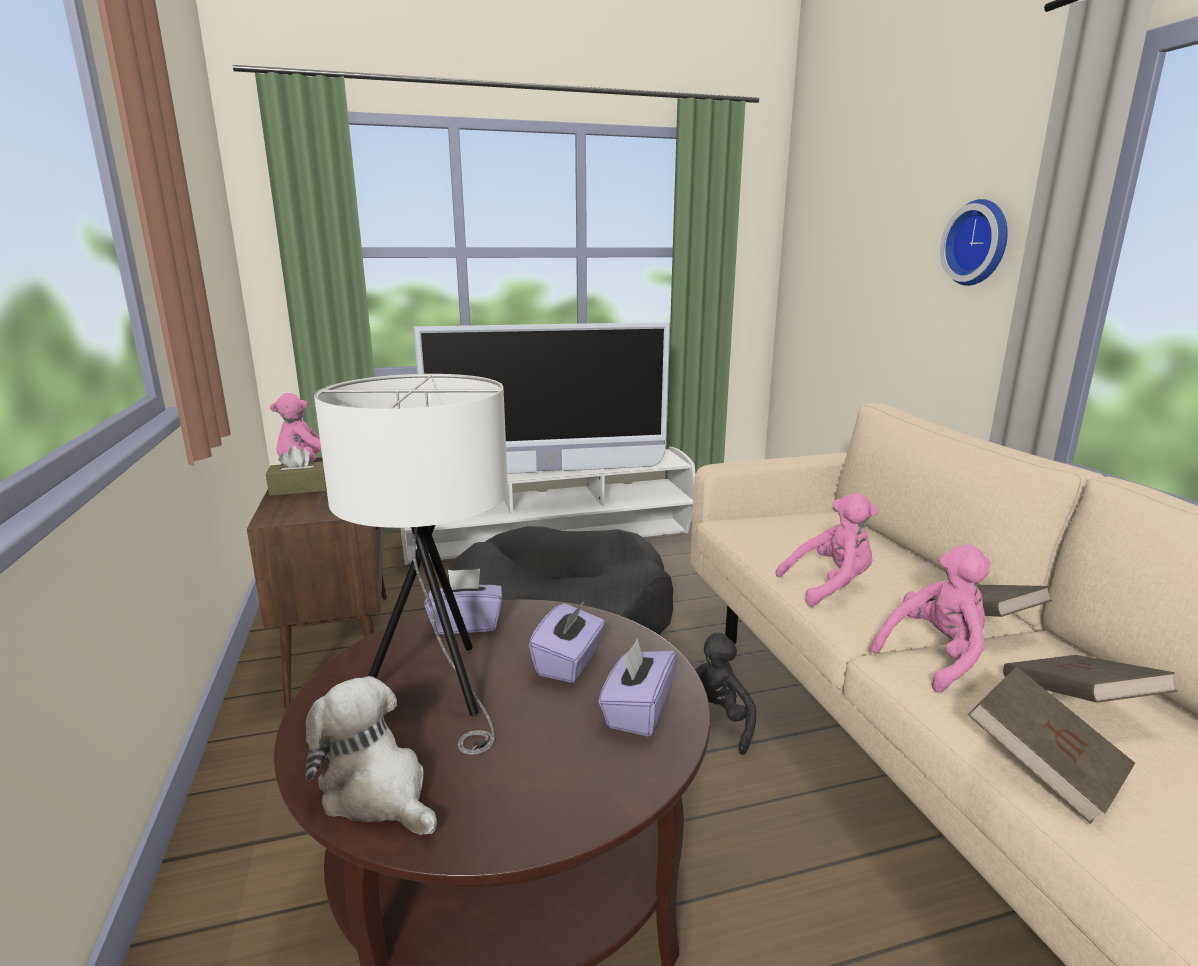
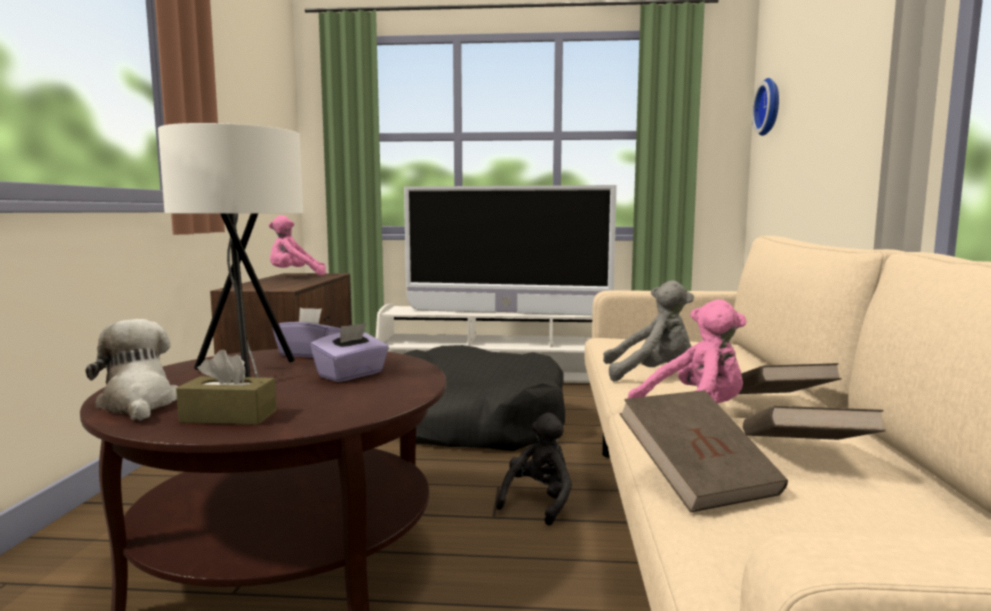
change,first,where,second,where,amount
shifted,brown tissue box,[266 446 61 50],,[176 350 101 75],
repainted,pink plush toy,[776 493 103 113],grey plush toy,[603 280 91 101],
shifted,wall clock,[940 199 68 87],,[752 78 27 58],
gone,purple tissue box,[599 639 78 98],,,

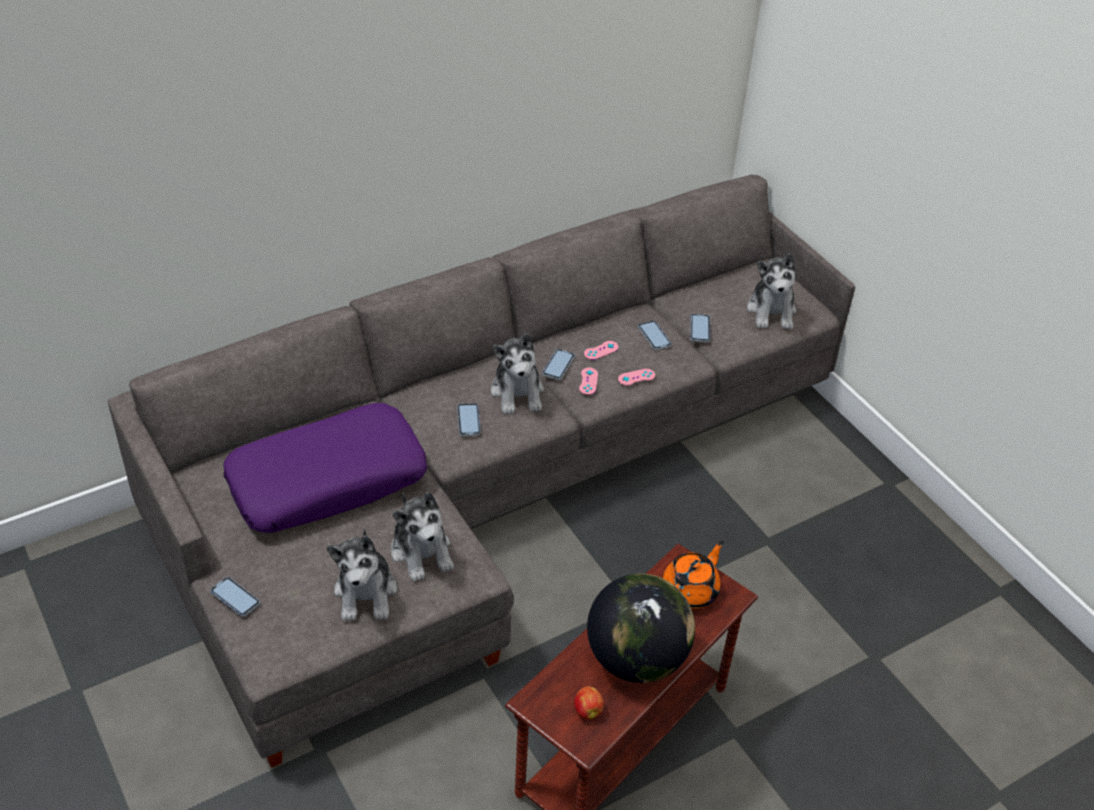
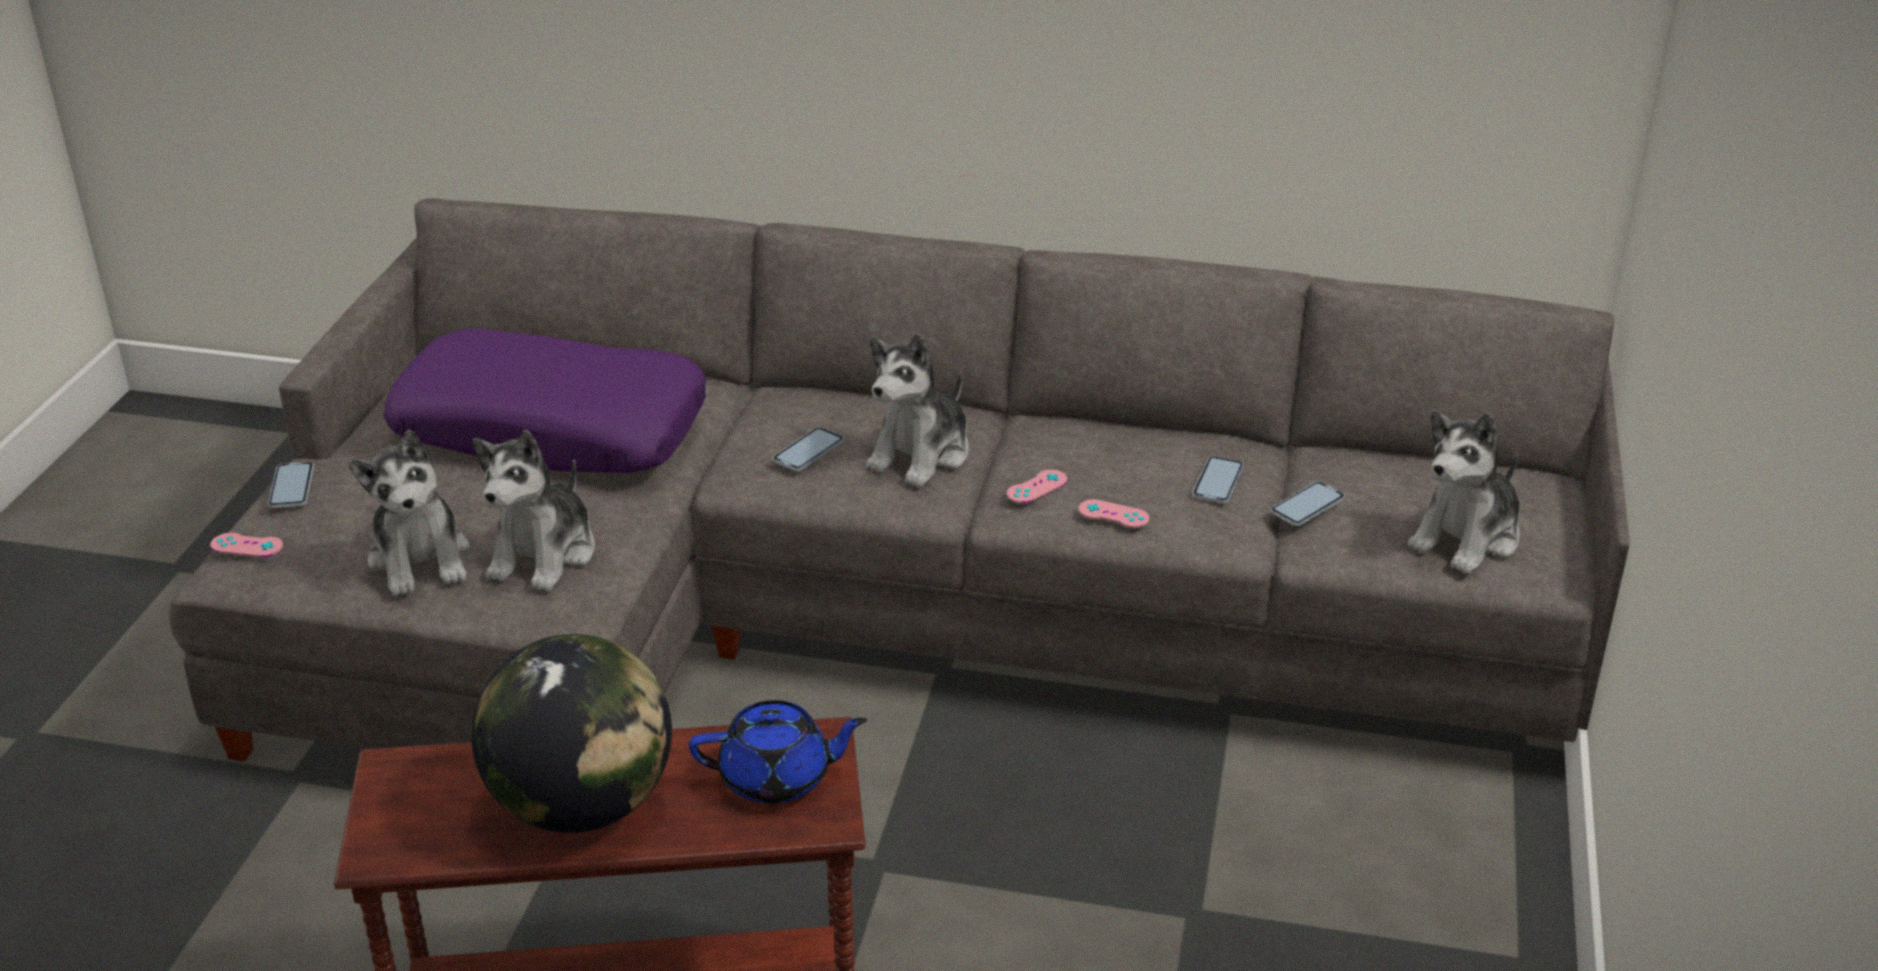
change,first,where,second,where,amount
shifted,pink game controller,[584 341 35 19],,[210 533 73 24],
rotated,plush toy,[327 528 70 93],,[349 429 121 167],60 degrees counterclockwise
repainted,orange teapot,[662 540 62 69],blue teapot,[689 700 178 104],
gone,phone,[542 349 33 31],,,
gone,apple,[574 686 30 33],,,

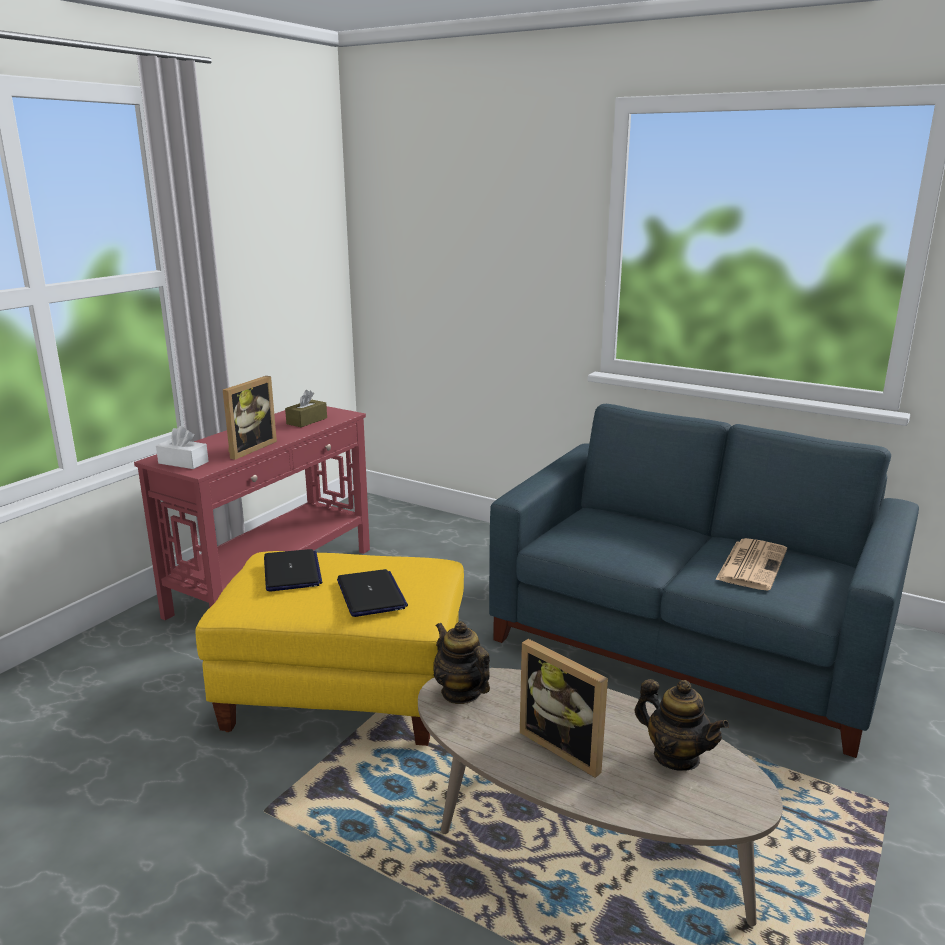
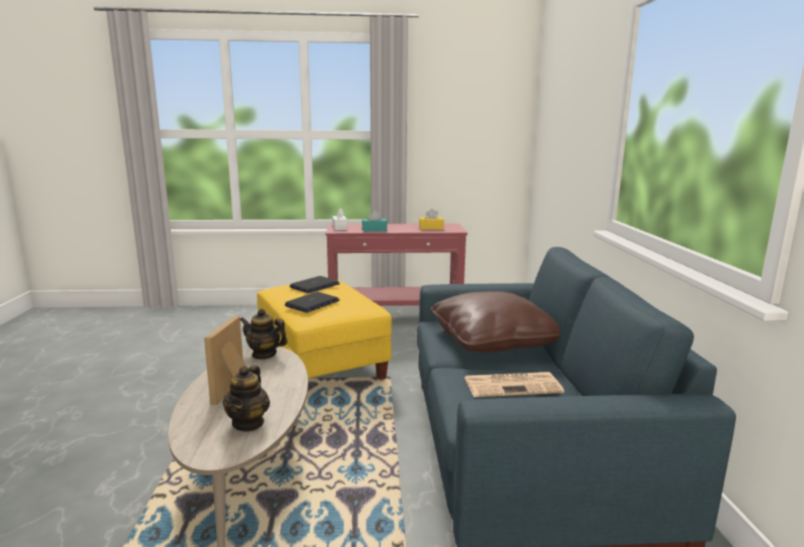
change,first,where,second,where,amount
rotated,teapot,[433 621 57 83],,[240 308 48 51],90 degrees counterclockwise
swapped,picture frame,[223 376 54 84],turquoise tissue box,[362 210 25 22],
repainted,brown tissue box,[285 390 42 37],yellow tissue box,[419 209 25 21],
new,,,brown pillow,[431 291 129 62],

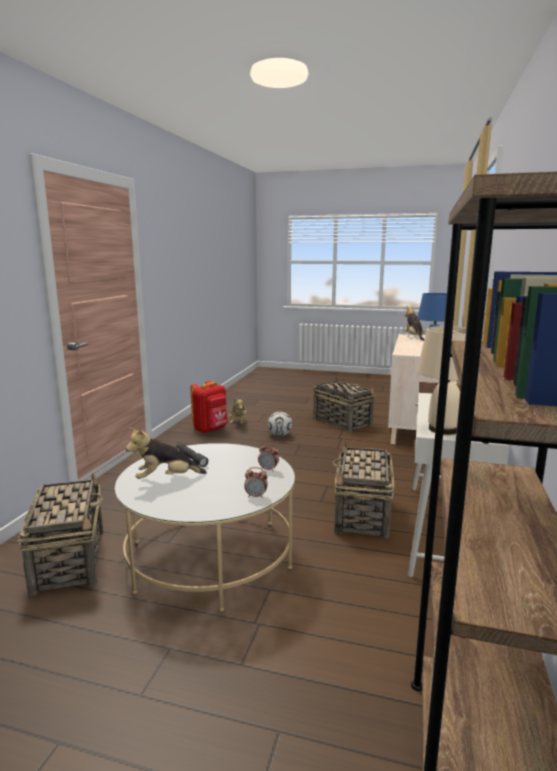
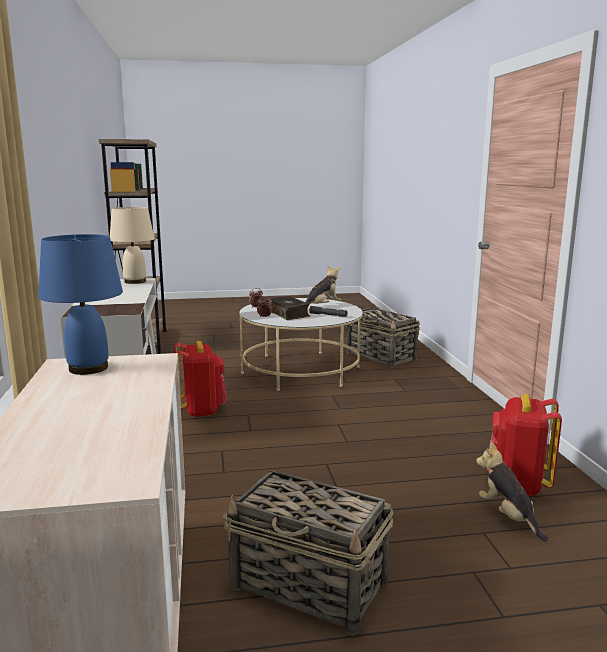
change,first,where,second,where,amount
swapped,basket,[332 442 62 97],red backpack,[174 341 53 77],
new,,,book,[271 296 39 24],
gone,football,[268 412 24 24],,,
gone,plush toy,[404 306 22 35],,,

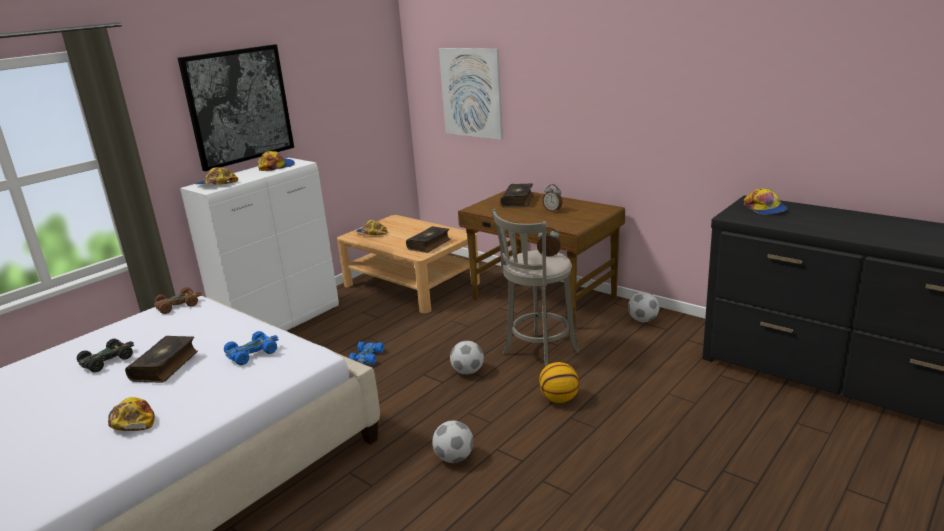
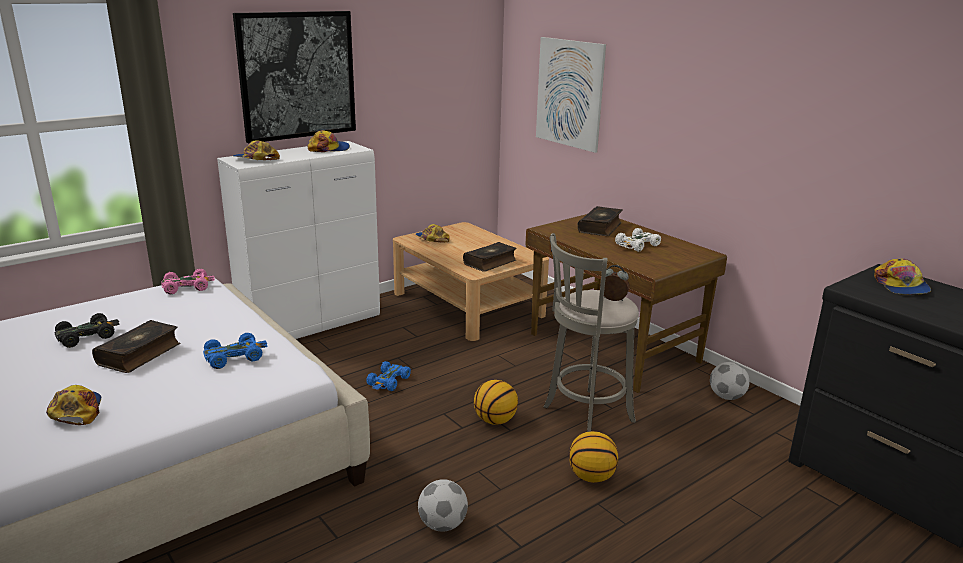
change,first,where,second,where,amount
repainted,brown toy car,[154 287 48 27],pink toy car,[161 269 54 25],
swapped,football,[450 341 34 34],basketball,[474 380 44 45],
swapped,alarm clock,[542 184 20 28],white toy car,[615 228 46 24],

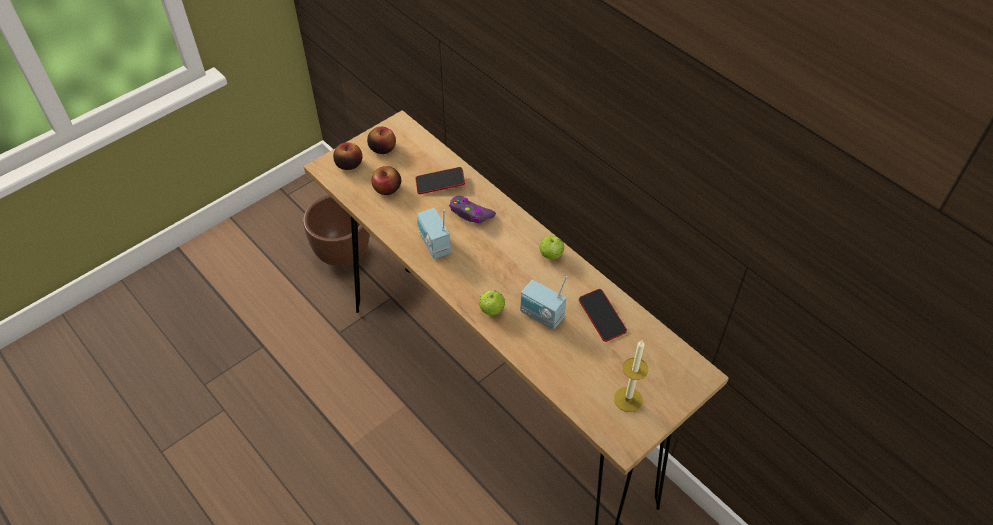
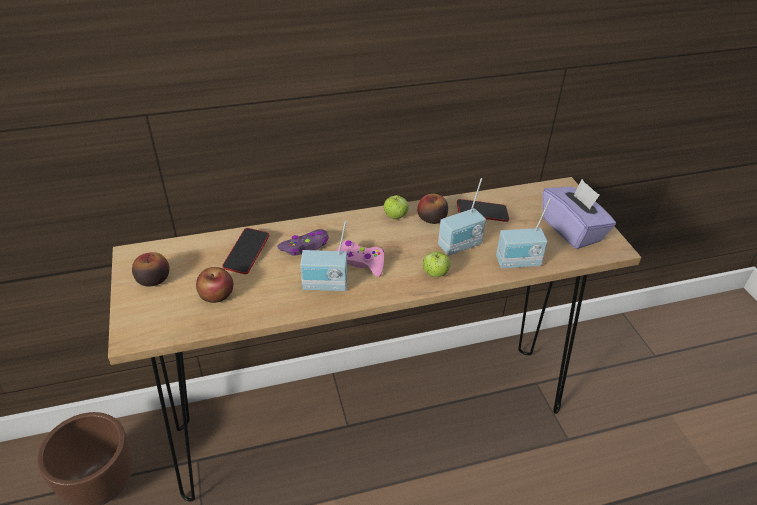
change,first,where,second,where,amount
new,,,pink game controller,[336 240 48 37],
shifted,apple,[333 142 30 28],,[417 194 31 30],
new,,,radio,[496 198 55 70],
swapped,candle,[614 340 34 72],purple tissue box,[542 179 74 70],

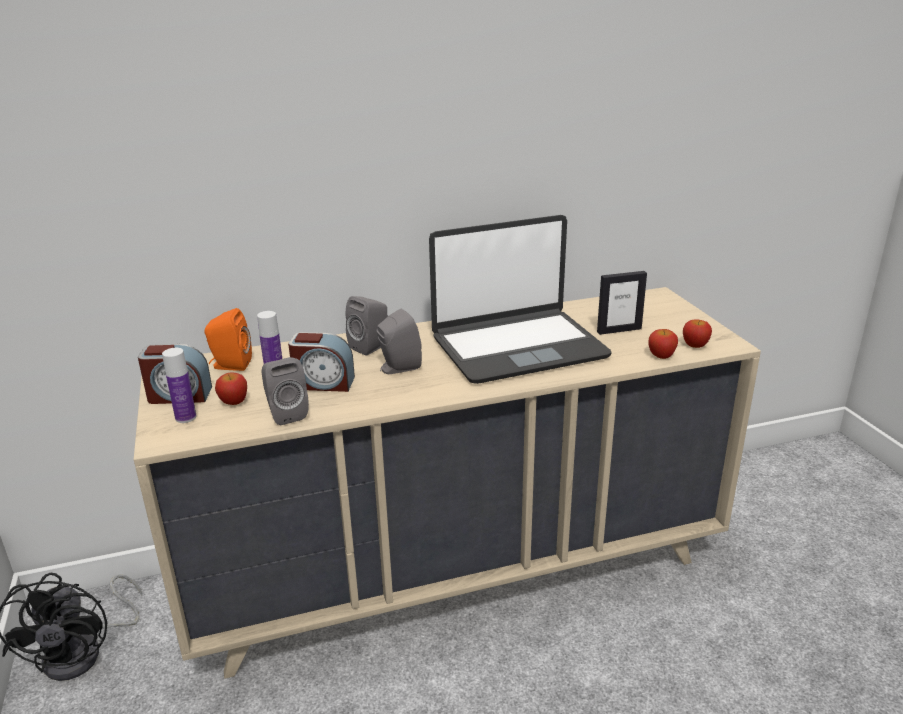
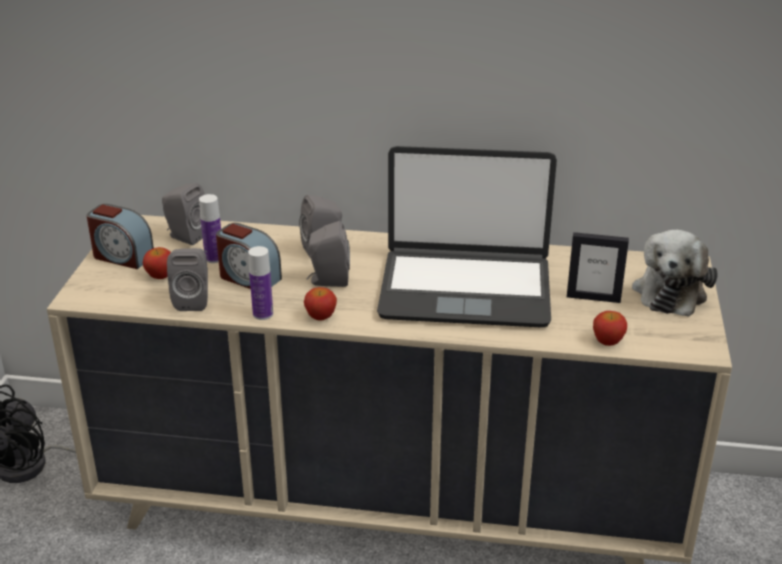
change,first,where,second,where,amount
repainted,orange speaker,[205 308 47 63],grey speaker,[162 183 43 62],
shifted,bottle,[162 348 35 75],,[248 246 25 74],
shifted,apple,[683 319 29 29],,[304 287 33 34],
new,,,plush toy,[632 230 86 87],

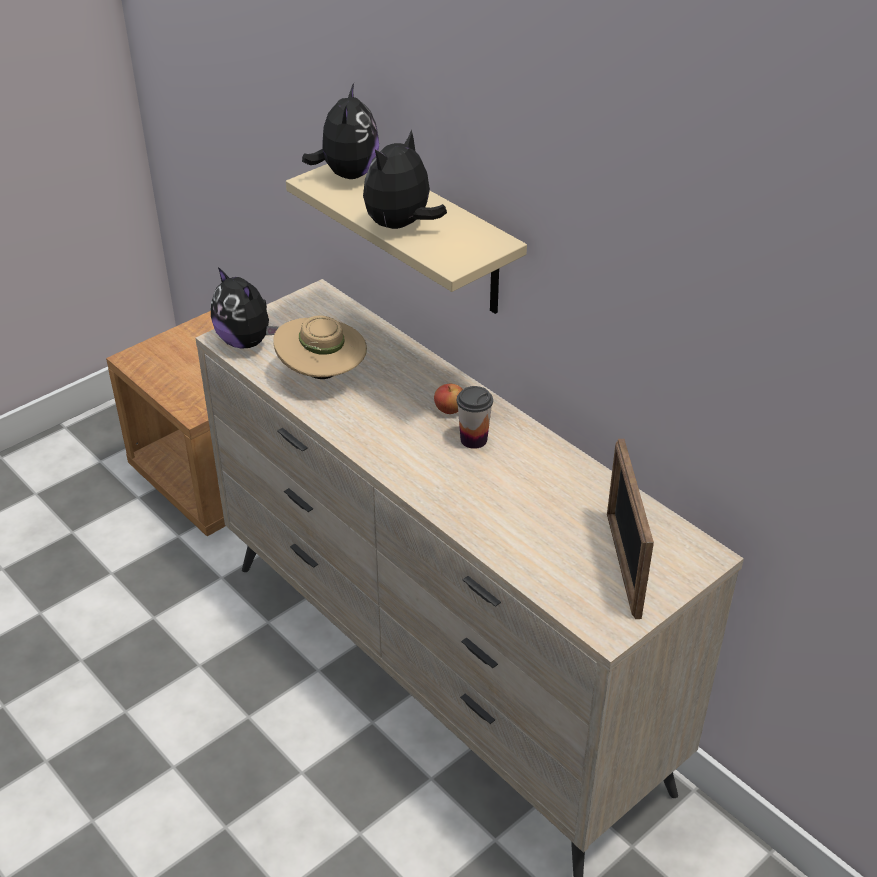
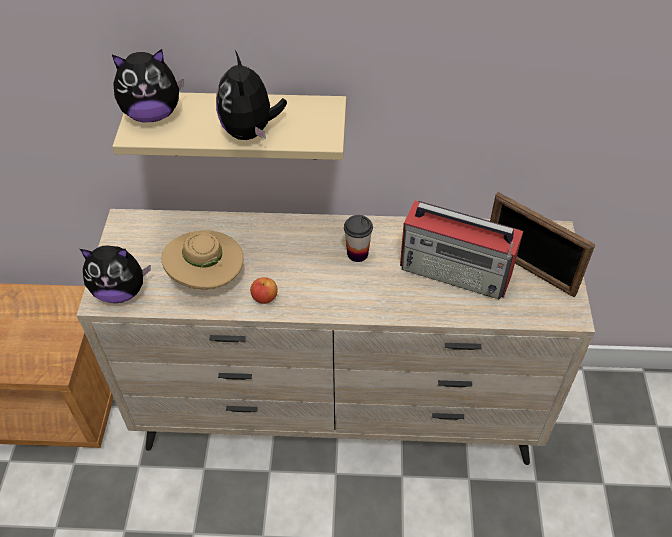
change,first,where,second,where,amount
rotated,plush toy,[302 83 77 96],,[112 49 72 73],120 degrees clockwise
shifted,apple,[434 384 29 30],,[250 277 28 27],
new,,,radio,[400 201 123 98],

